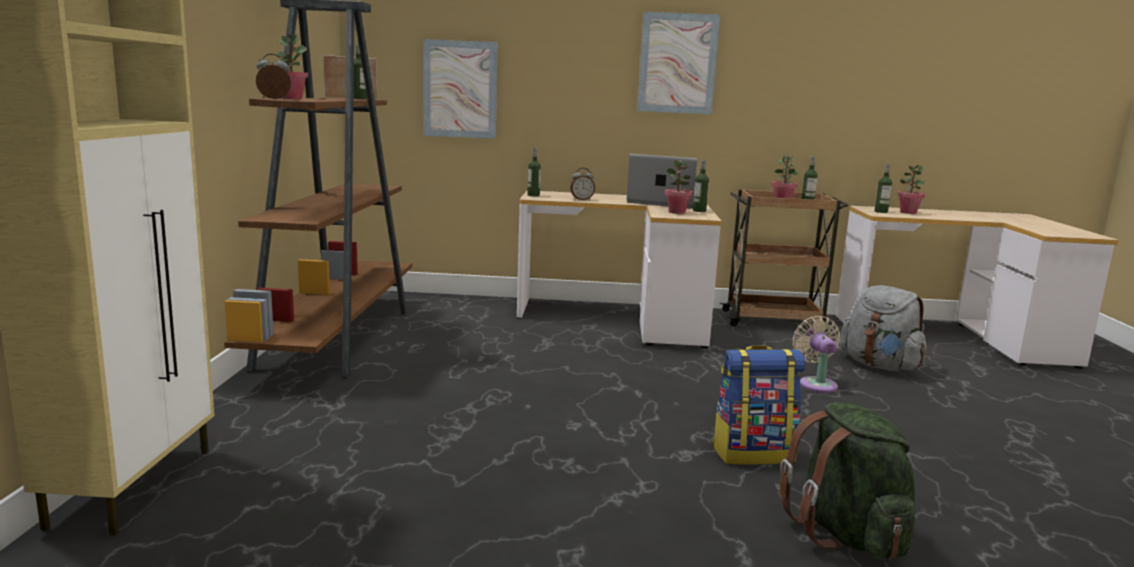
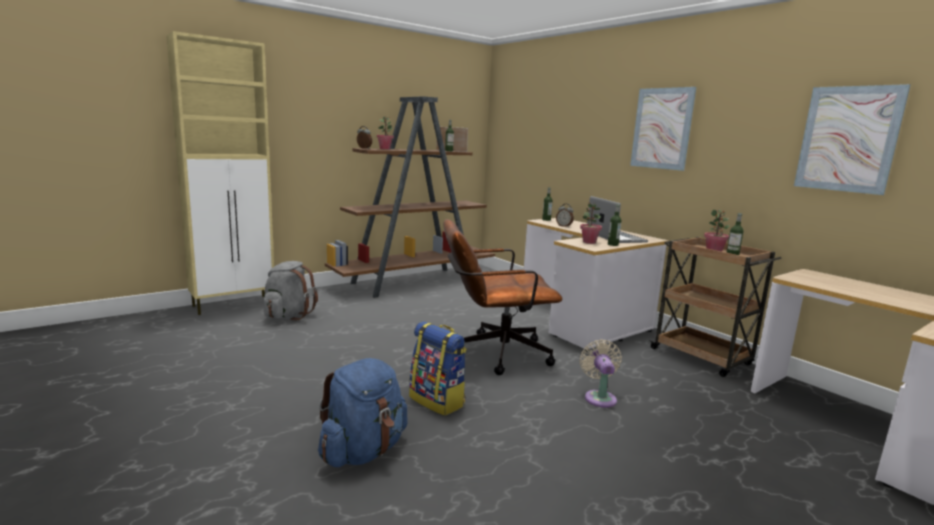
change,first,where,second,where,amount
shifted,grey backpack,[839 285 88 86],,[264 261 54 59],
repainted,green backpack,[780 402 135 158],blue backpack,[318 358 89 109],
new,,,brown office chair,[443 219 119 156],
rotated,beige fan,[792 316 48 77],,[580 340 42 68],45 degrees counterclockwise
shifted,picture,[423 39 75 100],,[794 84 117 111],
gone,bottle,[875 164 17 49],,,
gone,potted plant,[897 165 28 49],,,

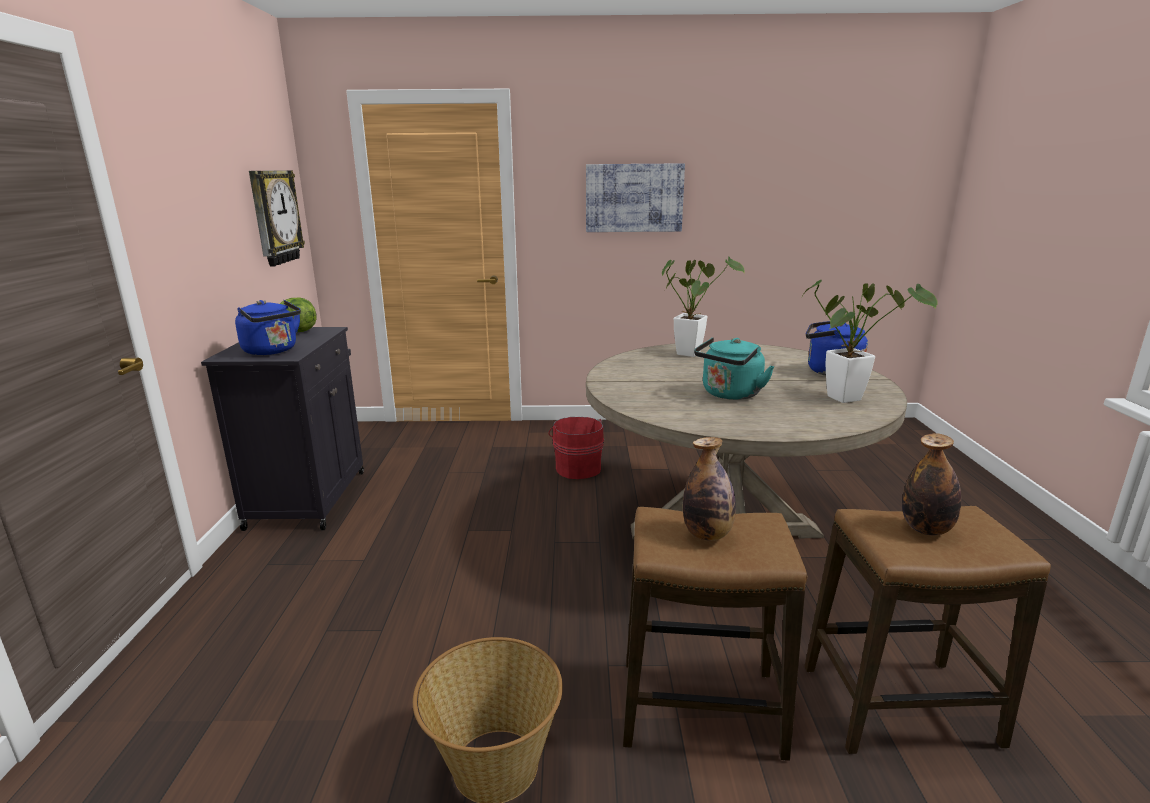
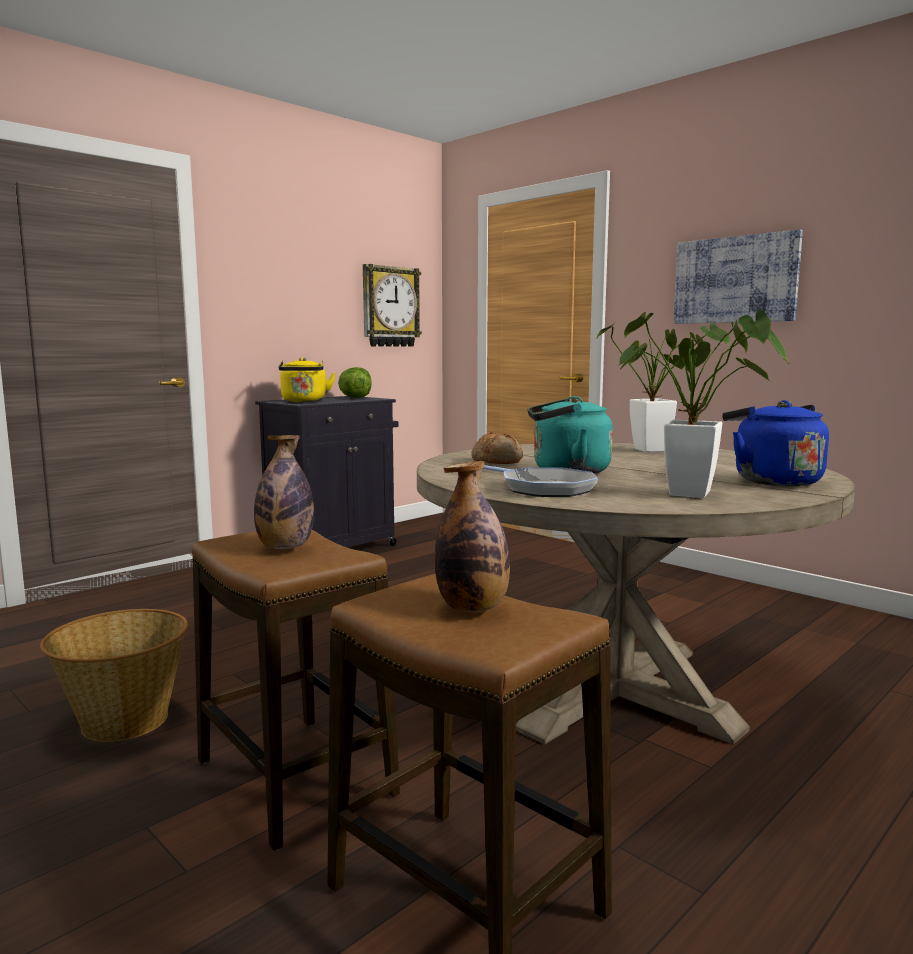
change,first,where,second,where,amount
repainted,blue kettle,[235 300 66 55],yellow kettle,[279 357 57 45],
new,,,bread,[471 432 52 32],
new,,,frying pan,[482 465 116 32],
gone,red bucket,[548 417 56 62],,,

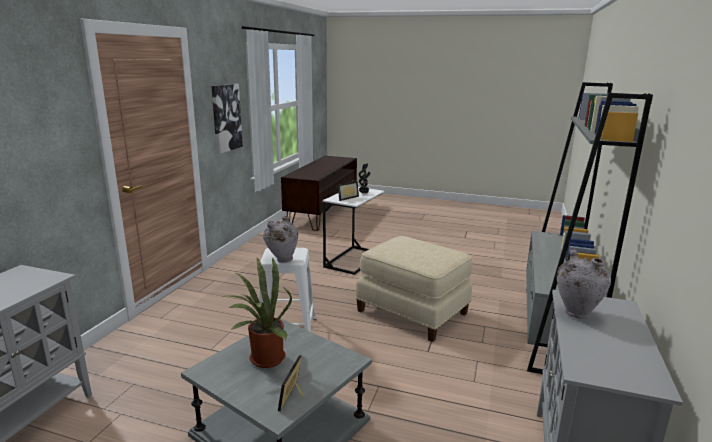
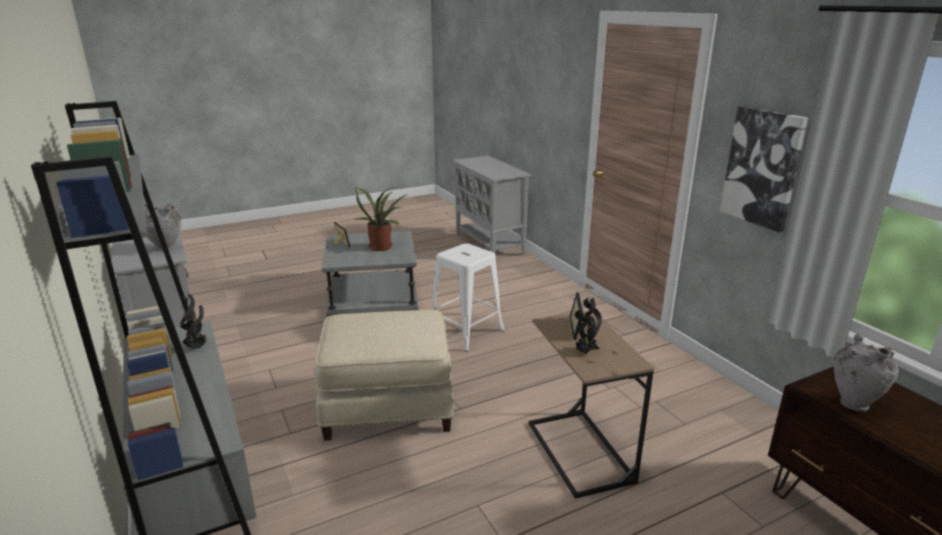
change,first,where,second,where,amount
new,,,potted plant,[180 294 26 55],
repainted,white side table,[323 187 62 88],brown side table,[528 311 126 188],
shifted,grey vase,[263 216 35 47],,[833 333 66 78],

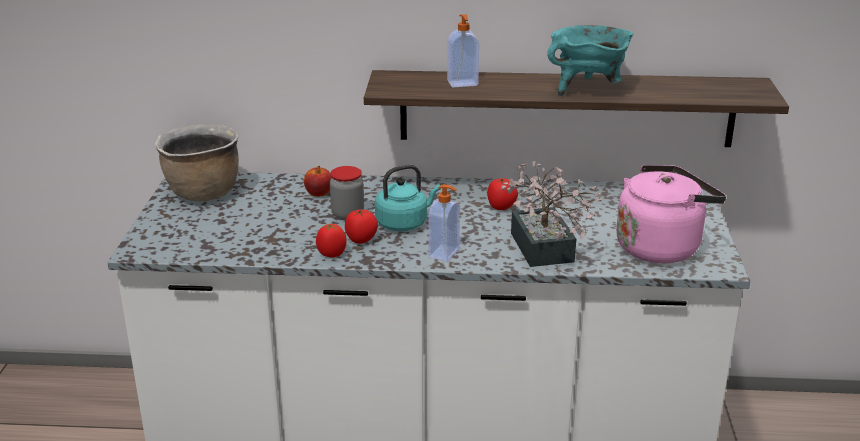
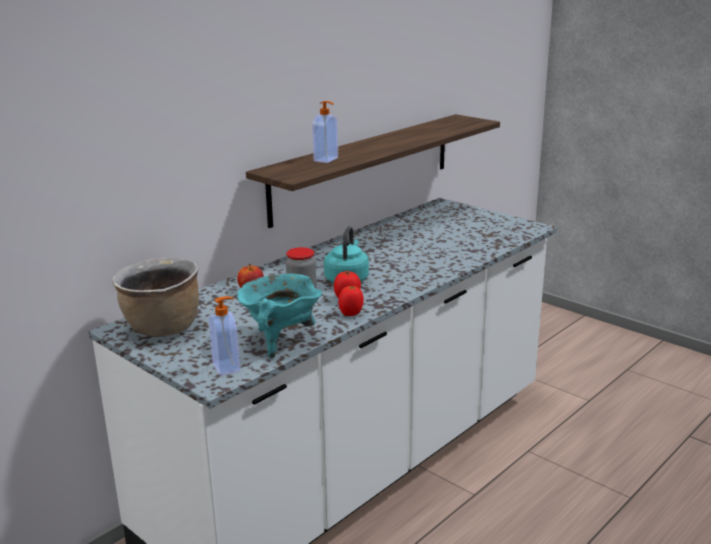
change,first,where,second,where,amount
shifted,soap dispenser,[428 184 32 78],,[209 296 31 80],
shifted,turquoise cooking pot,[547 25 86 71],,[237 274 85 84],
gone,tomato,[487 178 31 32],,,
gone,potted plant,[501 161 102 106],,,
gone,pink kettle,[616 165 110 98],,,

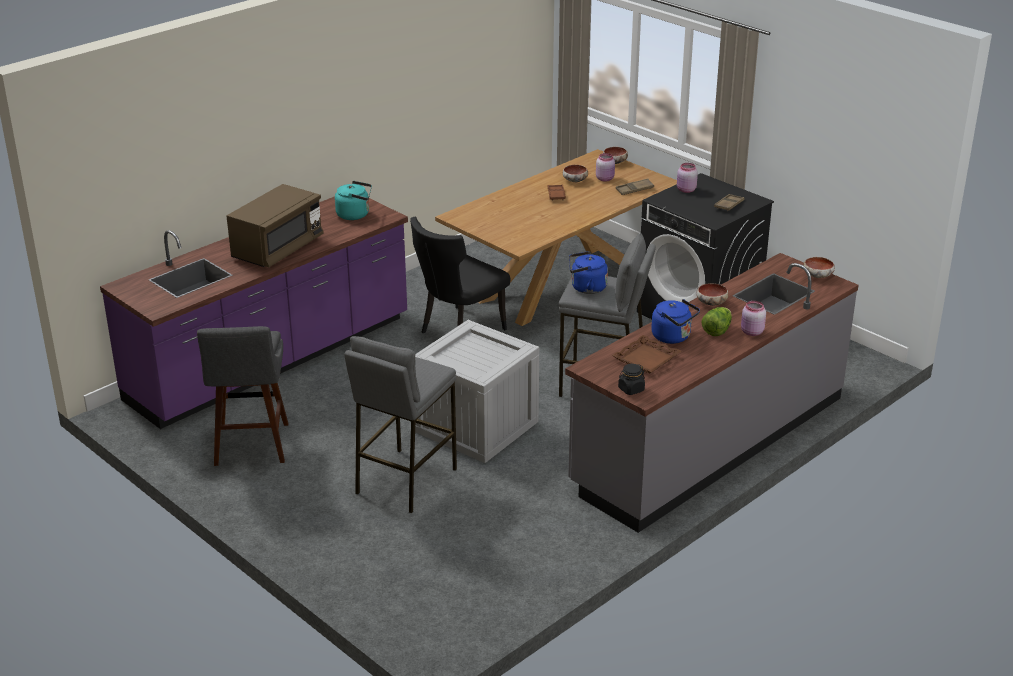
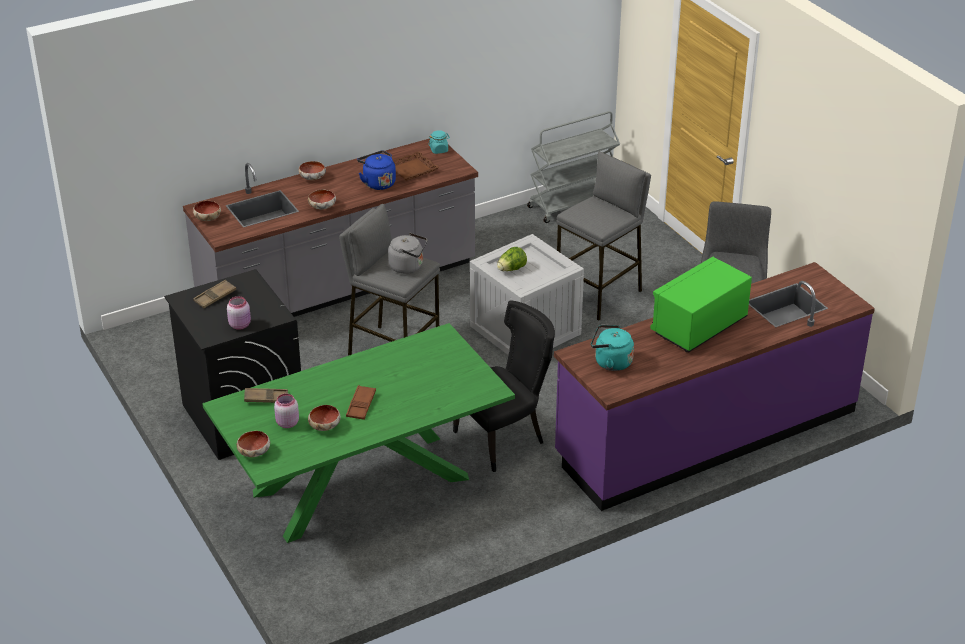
change,first,where,second,where,amount
repainted,brown dining table,[435 149 242 177],green dining table,[202 323 313 220],
swapped,pink jar,[741 301 25 35],bowl,[299 161 27 19],
repainted,blue kettle,[569 251 39 43],grey kettle,[388 233 40 41],
repainted,black jar,[618 364 27 31],turquoise jar,[429 130 21 24],
shifted,lettuce,[701 307 31 29],,[497 247 30 24],
new,,,grey cart,[527 111 93 112],
repainted,brown microwave,[227 184 97 83],green microwave,[650 257 102 96],

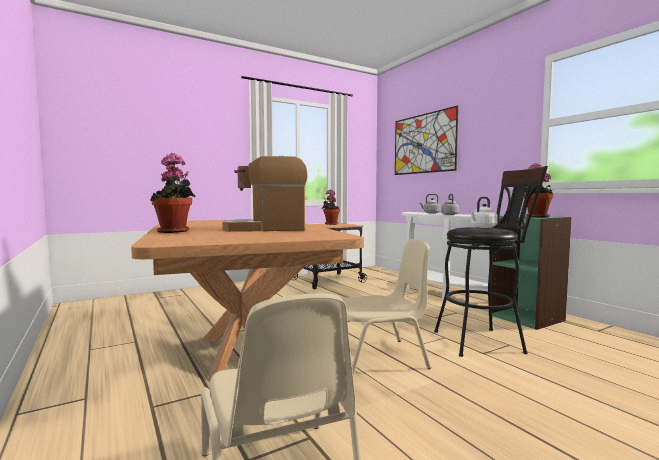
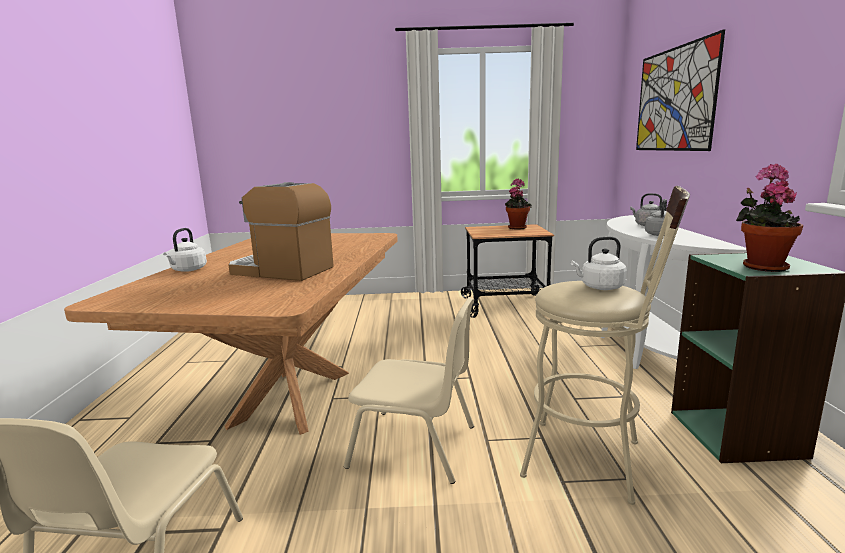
change,first,where,second,where,amount
swapped,potted plant,[150 153 46 80],white kettle,[163 228 44 44],
repainted,black stool,[434 166 114 191],beige stool,[520 186 170 319],

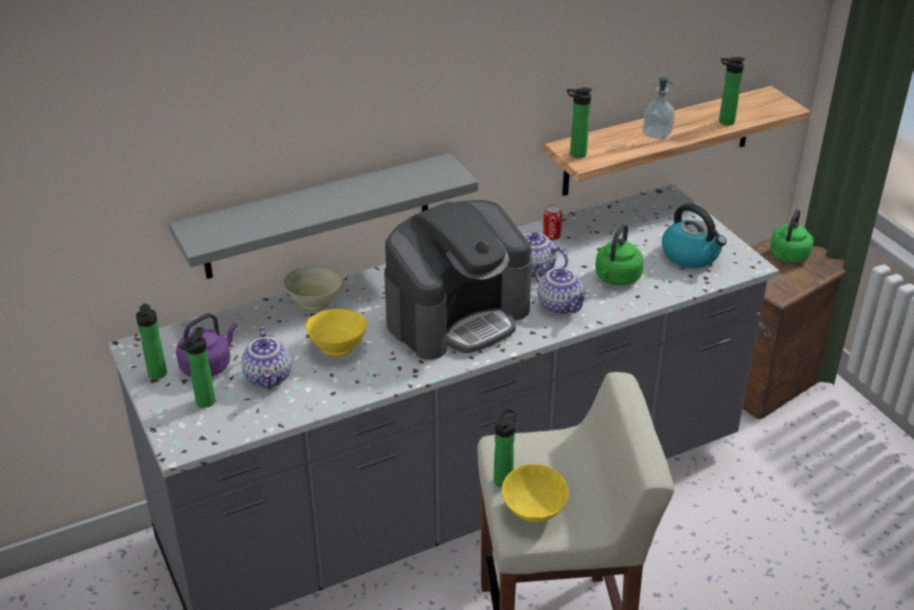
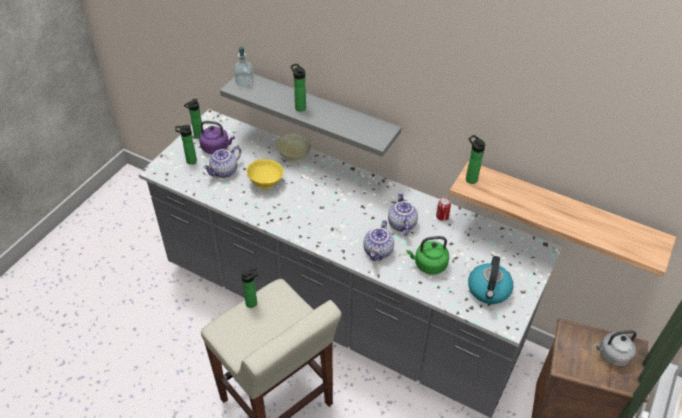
change,first,where,second,where,amount
shifted,soap dispenser,[643 77 32 63],,[235 47 19 39],
shifted,bottle,[719 57 26 68],,[291 63 15 48],
repainted,green kettle,[770 209 43 54],grey kettle,[594 330 43 37],
gone,coffee machine,[384 200 148 160],,,
gone,yellow bowl,[502 464 67 58],,,

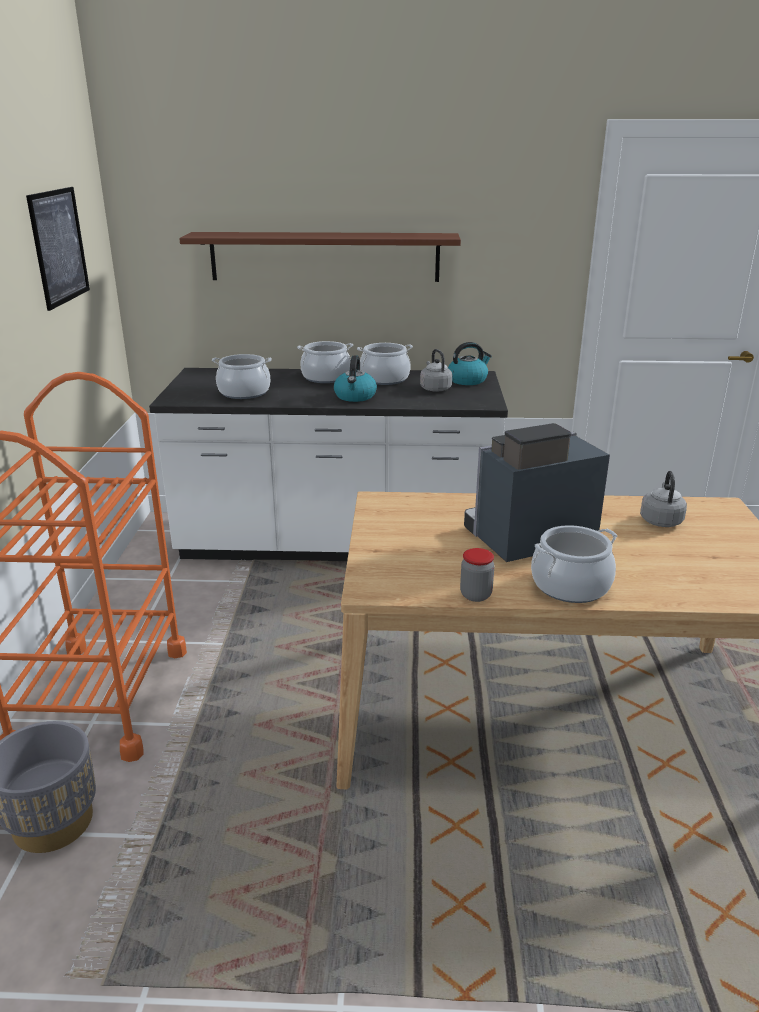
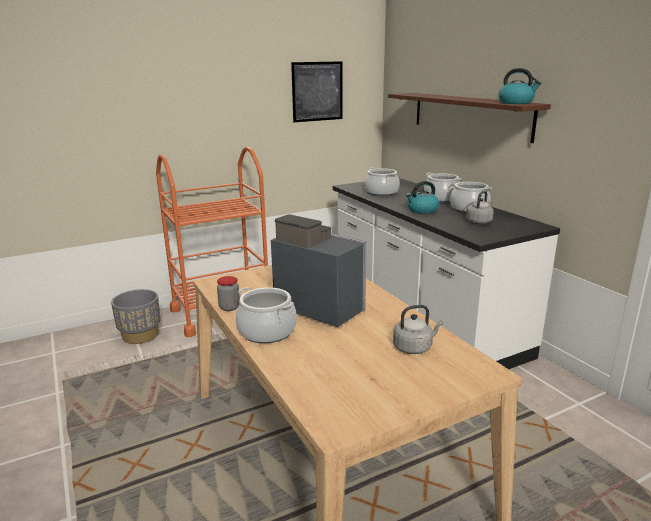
change,first,where,second,where,amount
shifted,kettle,[448 342 44 43],,[498 68 43 36],

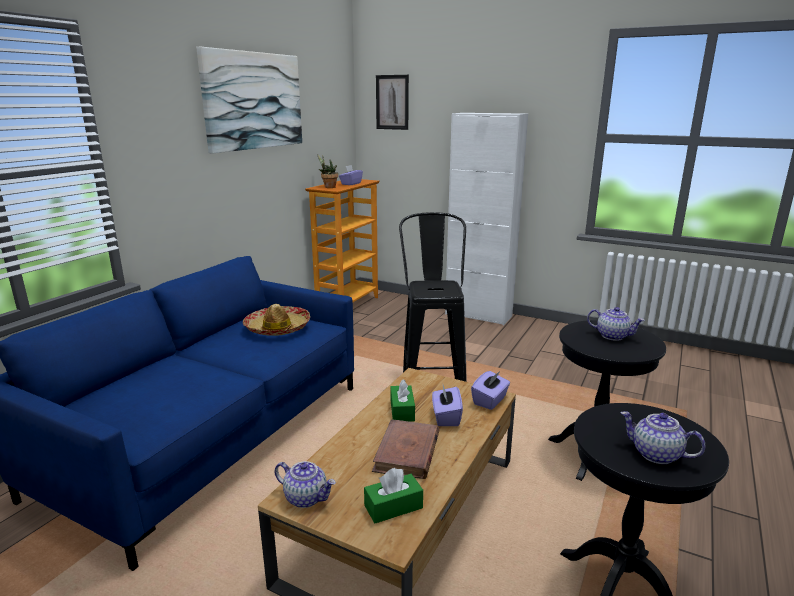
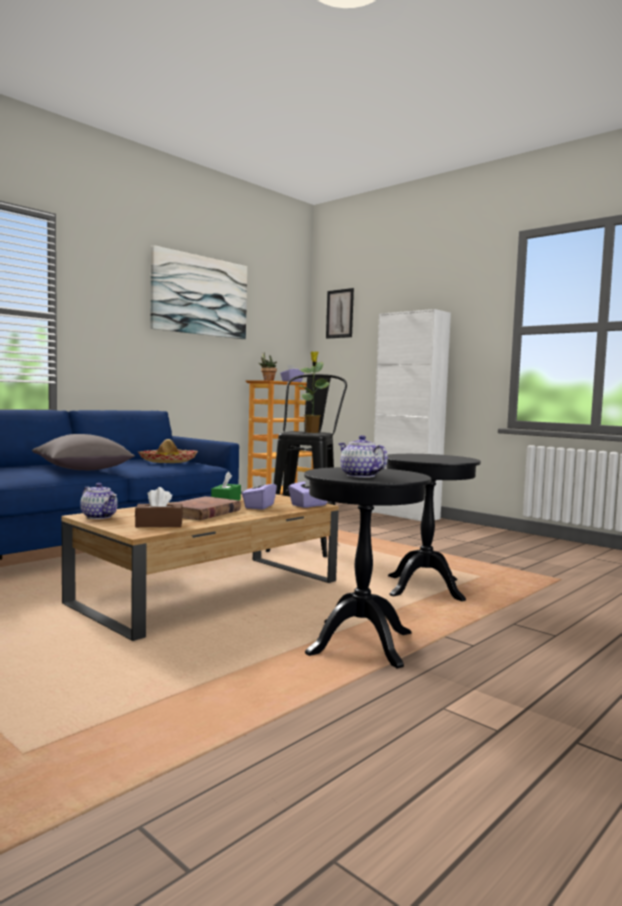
change,first,where,second,where,amount
new,,,grey pillow,[32 434 103 36],
repainted,green tissue box,[364 468 59 55],brown tissue box,[135 487 48 40],
new,,,potted plant,[299 351 30 82],
gone,teapot,[587 307 58 34],,,

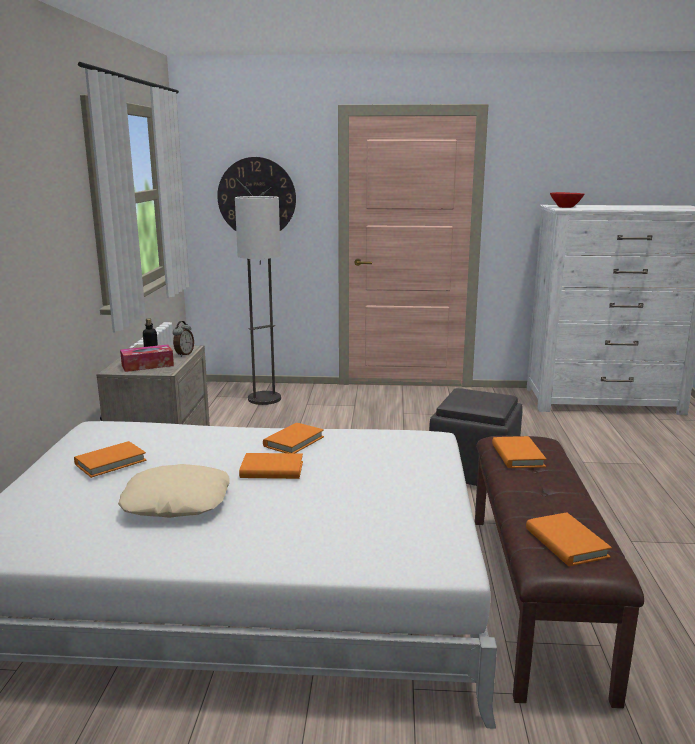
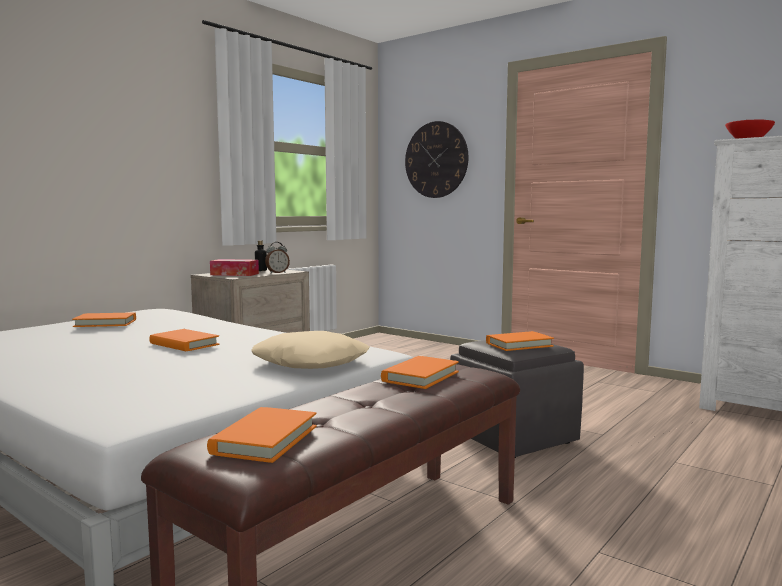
change,first,where,second,where,amount
shifted,beige pillow,[118 464 112 54],,[251 331 119 38],
shifted,orange book,[263 423 61 30],,[486 331 68 20],
gone,floor lamp,[235 196 46 209],,,

